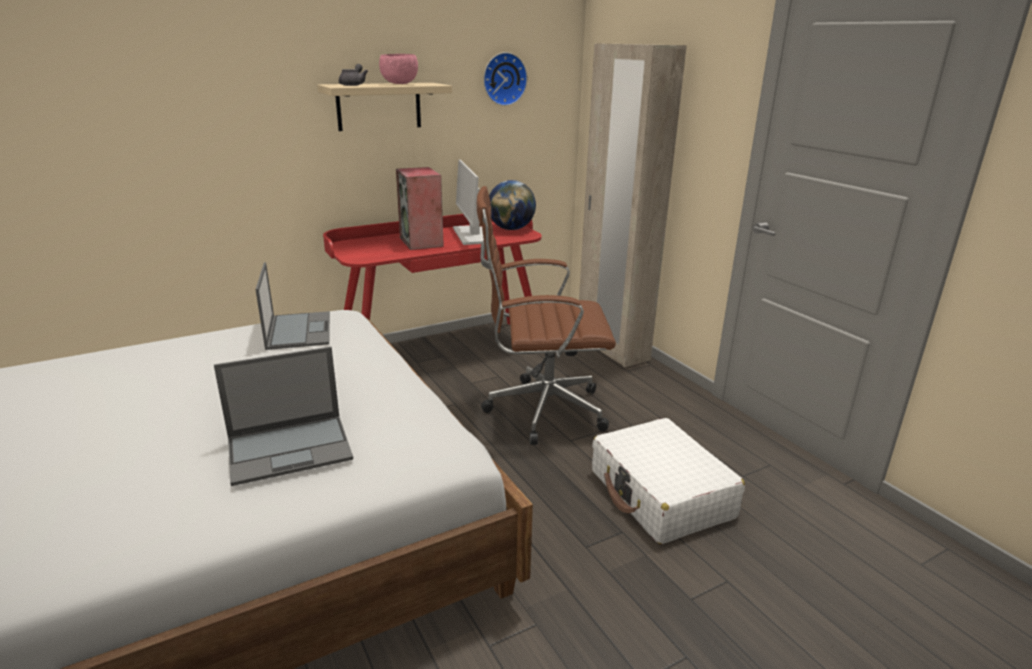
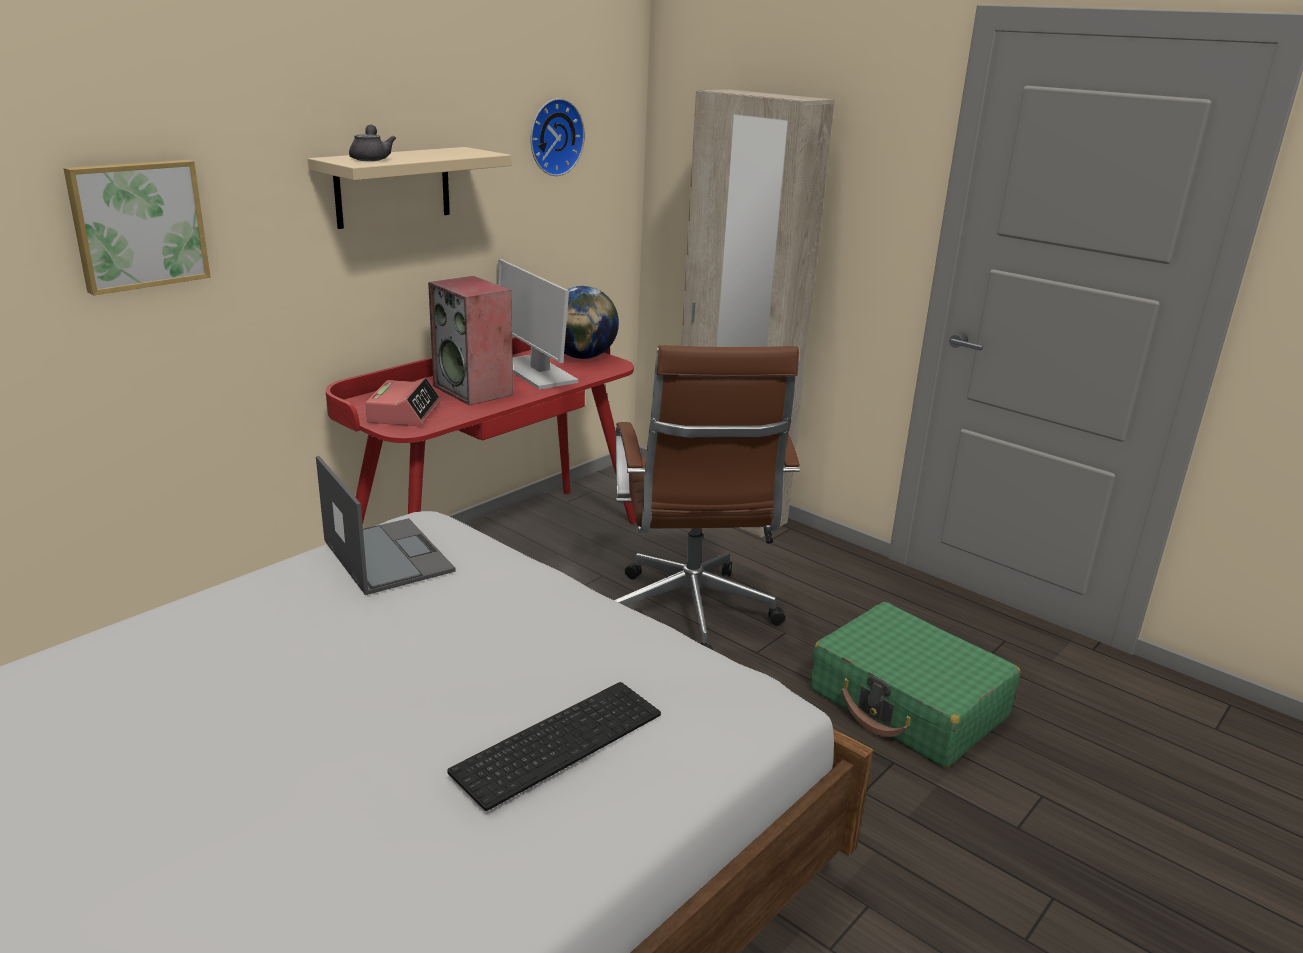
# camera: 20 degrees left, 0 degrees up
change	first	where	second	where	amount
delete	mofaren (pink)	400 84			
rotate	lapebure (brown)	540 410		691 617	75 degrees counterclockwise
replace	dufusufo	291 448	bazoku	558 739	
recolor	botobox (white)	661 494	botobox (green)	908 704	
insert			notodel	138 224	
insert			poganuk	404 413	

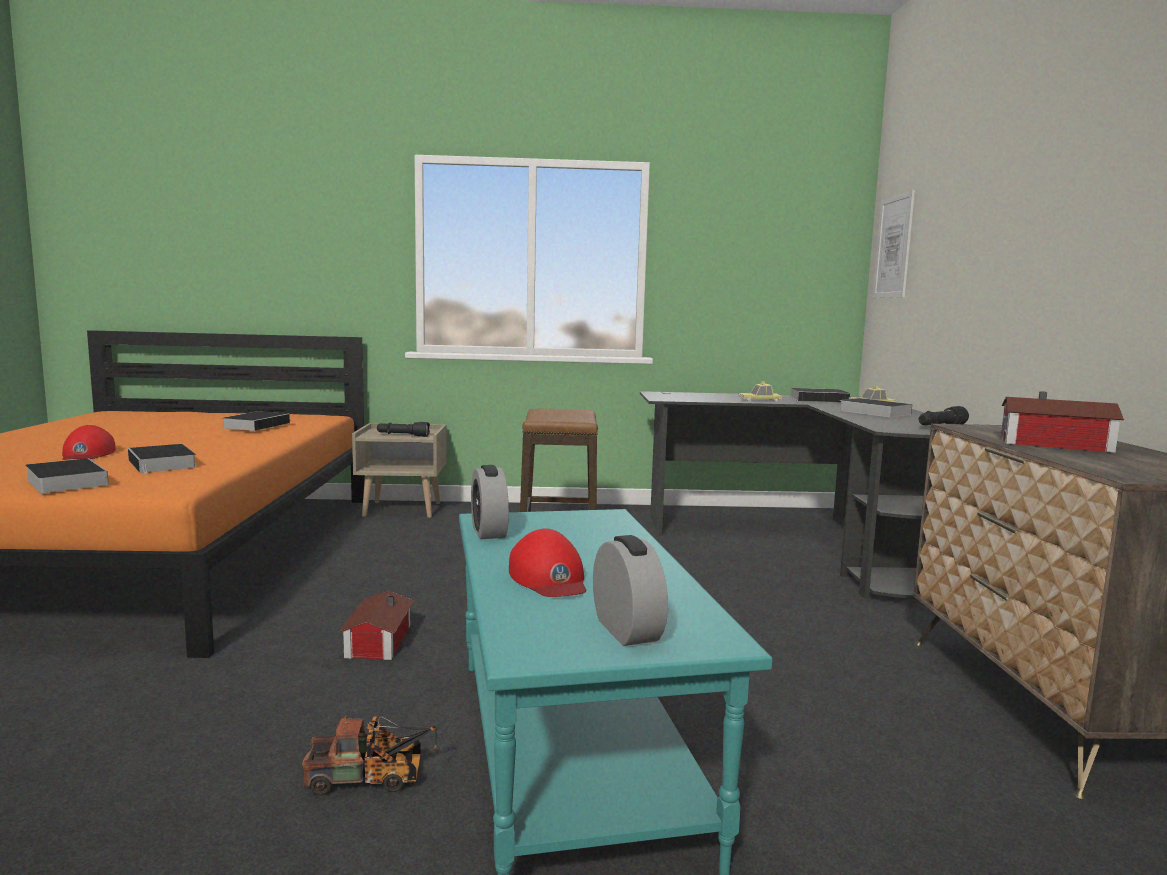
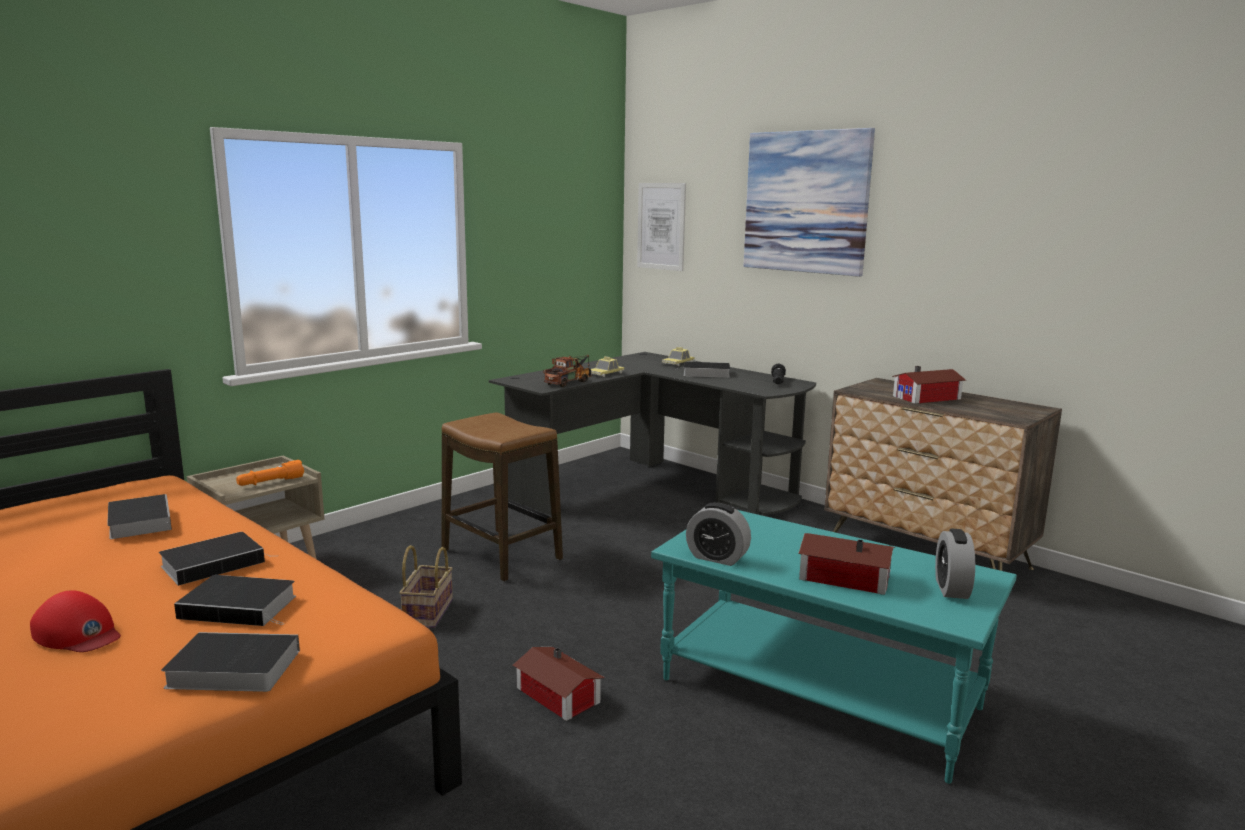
# camera: 45 degrees left, 5 degrees up
change	first	where	second	where	amount
move	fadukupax	820 399		215 563	
recolor	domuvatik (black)	403 435	domuvatik (orange)	270 482	
replace	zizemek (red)	549 578	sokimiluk	842 575	
rotate	poganuk	626 630		951 588	105 degrees counterclockwise
move	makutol	372 779		570 382	
insert			notodel	806 202	
insert			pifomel	427 611	

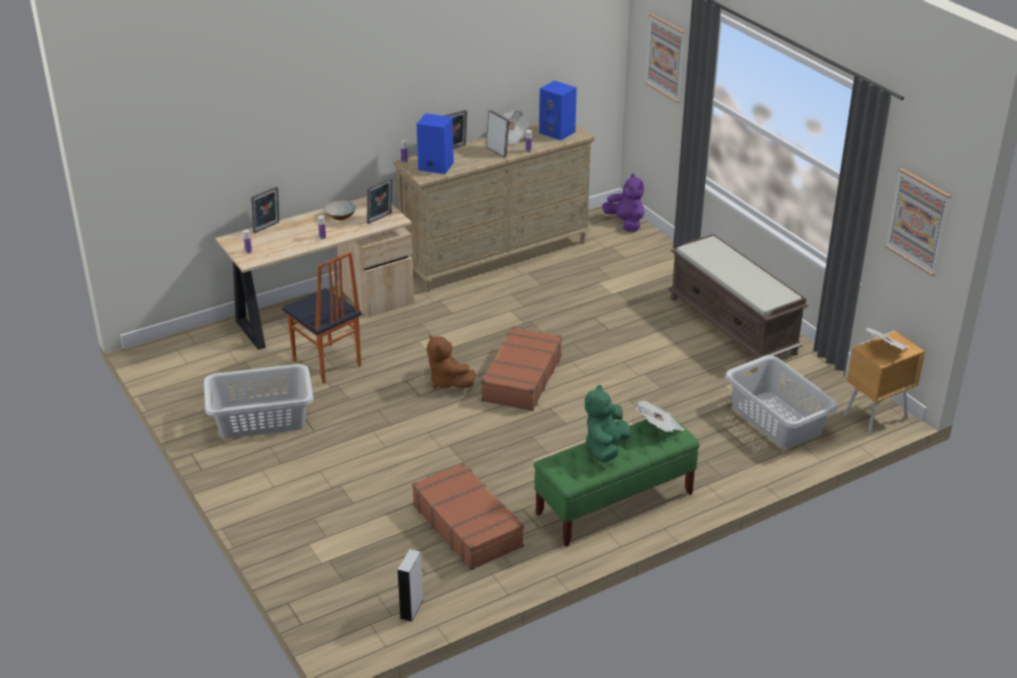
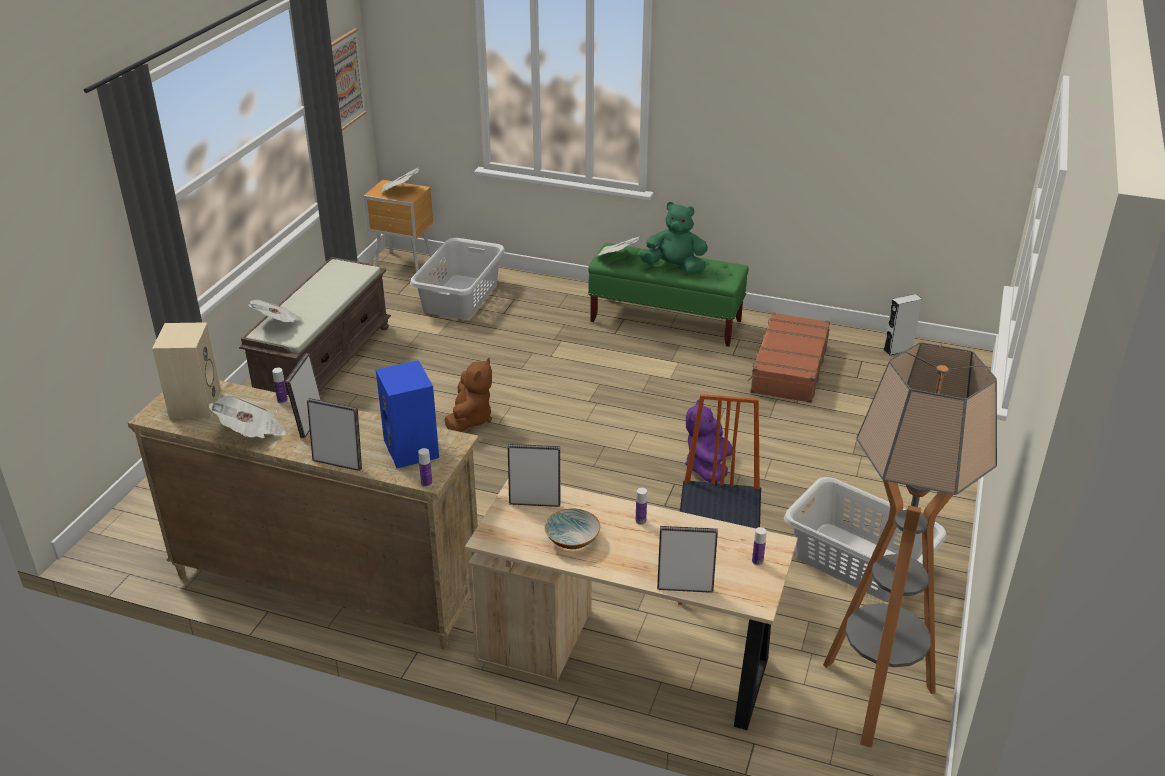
# camera: 130 degrees left, 0 degrees up
change	first	where	second	where	amount
delete	notodel	665 57			
recolor	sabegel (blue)	558 132	sabegel (beige)	194 404	
move	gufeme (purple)	625 223		708 468	
delete	botobox (brown)	521 378			
move	gufeme (brown)	447 382		470 419	
rotate	gufeme (green)	606 447		674 267	150 degrees counterclockwise
insert			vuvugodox	278 323	
insert			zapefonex	874 698	

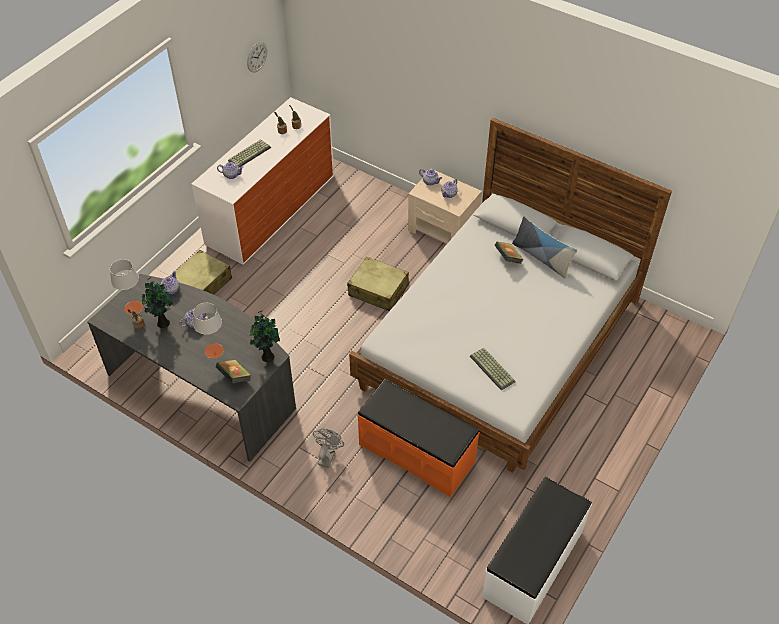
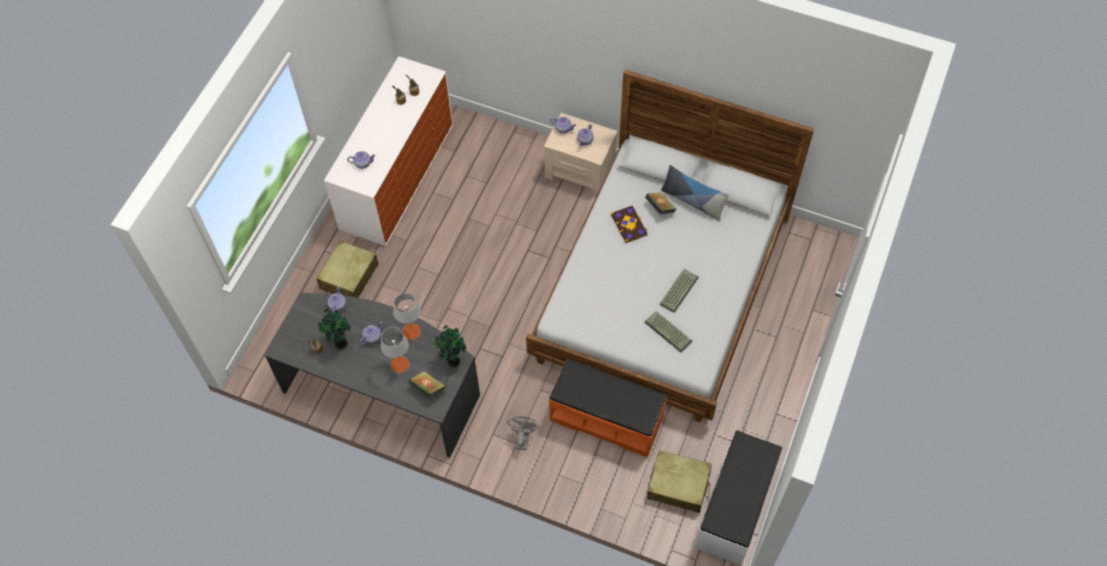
# camera: 10 degrees left, 10 degrees up
change	first	where	second	where	amount
delete	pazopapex	257 57			
move	bazoku	249 153		678 290	
move	botobox (beige)	378 290		678 485	
move	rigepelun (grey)	133 308		411 331	
insert			fadukupax	629 224	

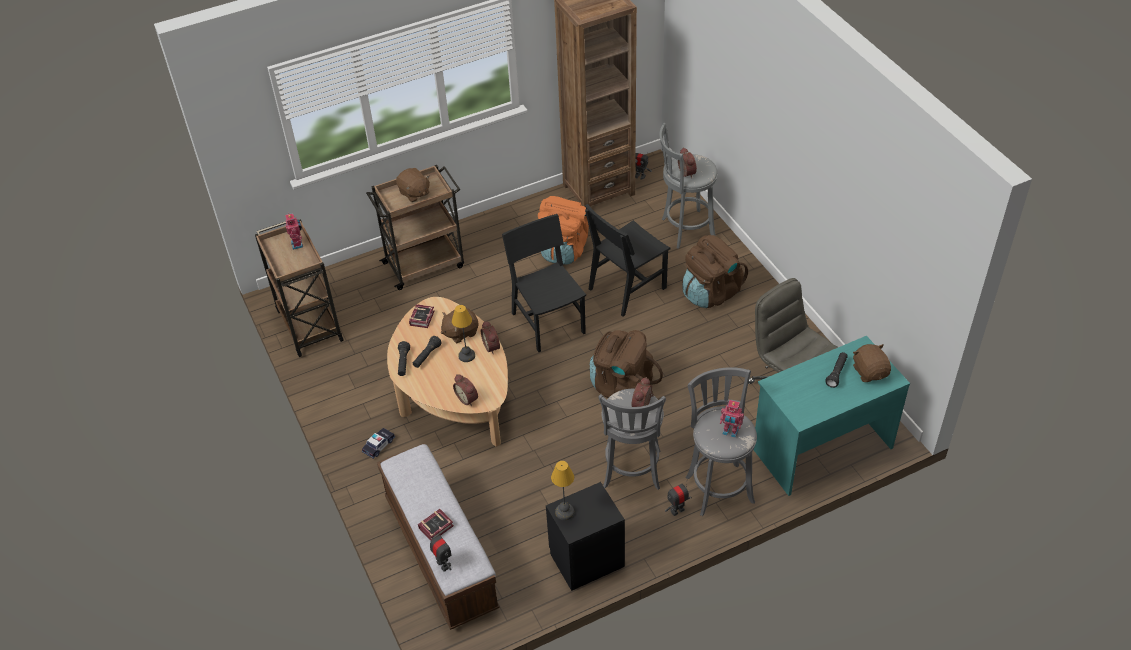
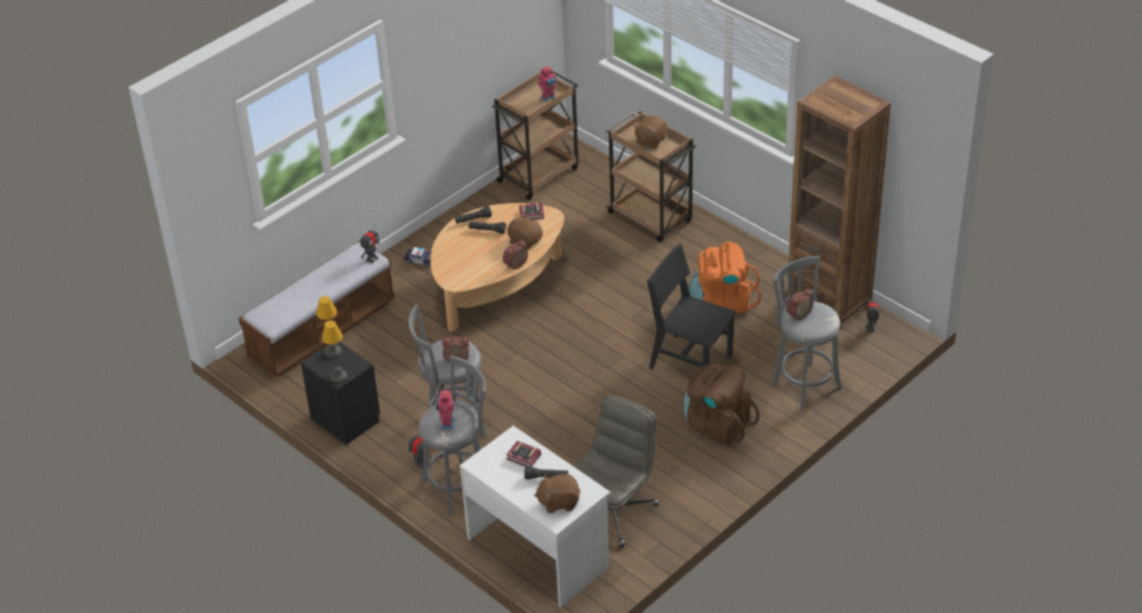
# camera: 70 degrees right, 5 degrees down
change	first	where	second	where	amount
delete	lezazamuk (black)	548 323			
move	rigepelun	466 355		338 376	
delete	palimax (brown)	622 386			
recolor	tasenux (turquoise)	821 447	tasenux (white)	538 551	
rotate	gufeme (brown)	870 372		559 502	150 degrees counterclockwise
delete	poganuk	468 398			
move	fadukupax	437 527		524 458	
move	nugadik	443 564		371 258	

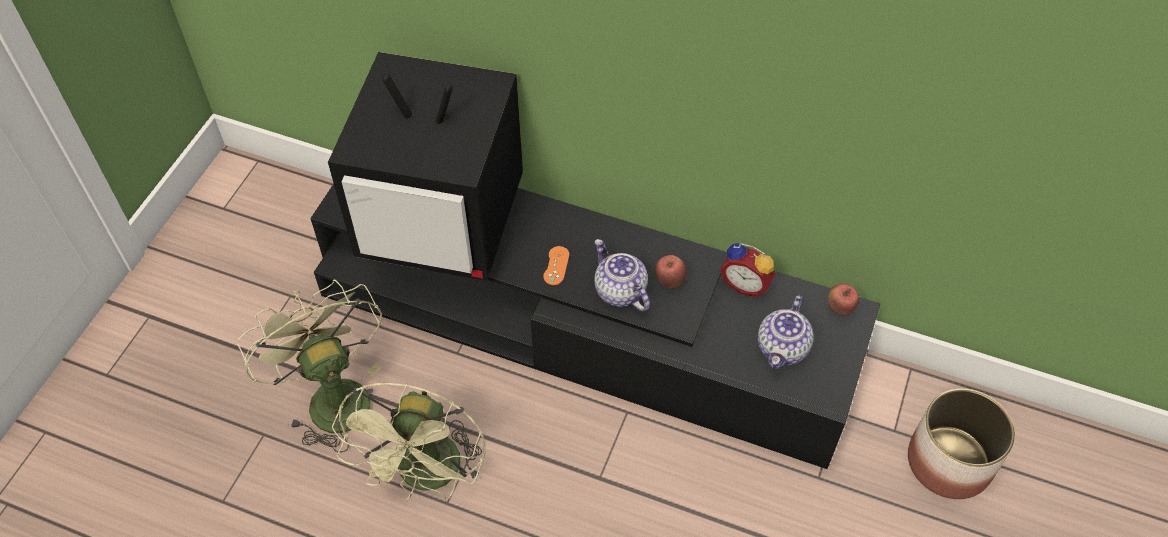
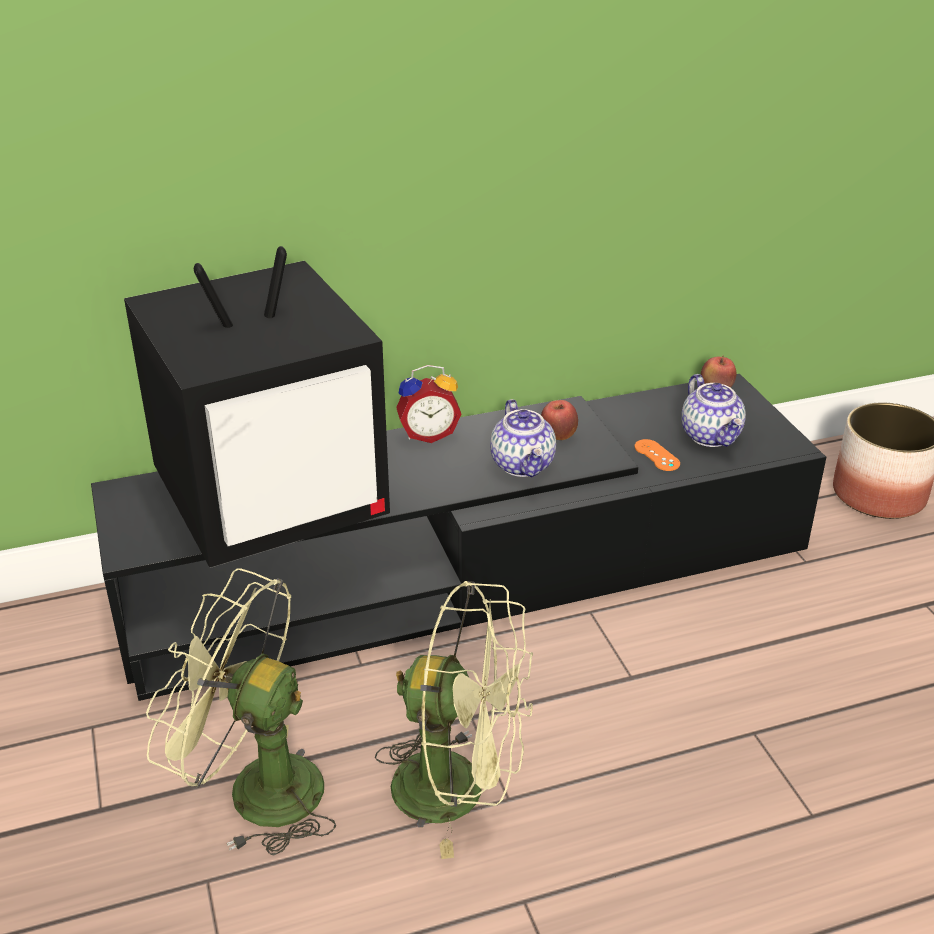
# camera: 40 degrees left, 20 degrees down
change	first	where	second	where	amount
rotate	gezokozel	619 291		523 465	120 degrees counterclockwise
move	poganuk	746 283		428 434	
move	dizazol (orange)	556 265		656 455	
rotate	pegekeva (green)	428 477		459 789	45 degrees counterclockwise

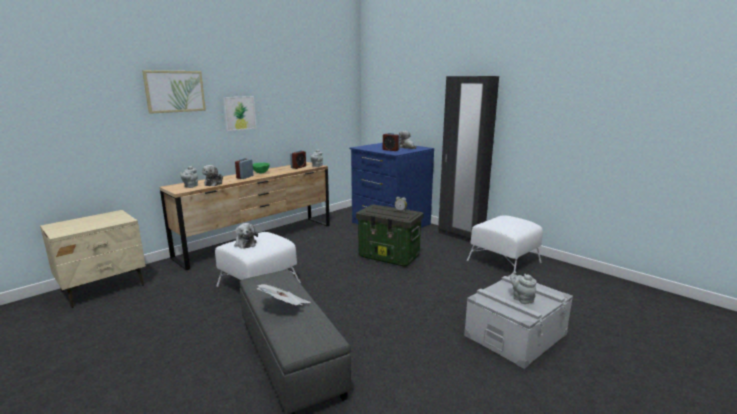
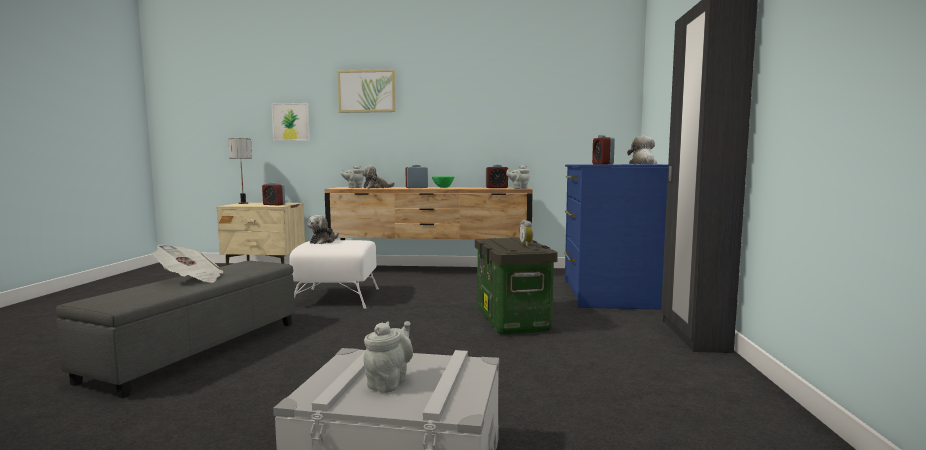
# camera: 50 degrees right, 10 degrees down
change	first	where	second	where	amount
move	notodel	239 113		291 122	
delete	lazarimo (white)	503 261			
insert			rigepelun	243 203	
insert			poganuk	274 204	

